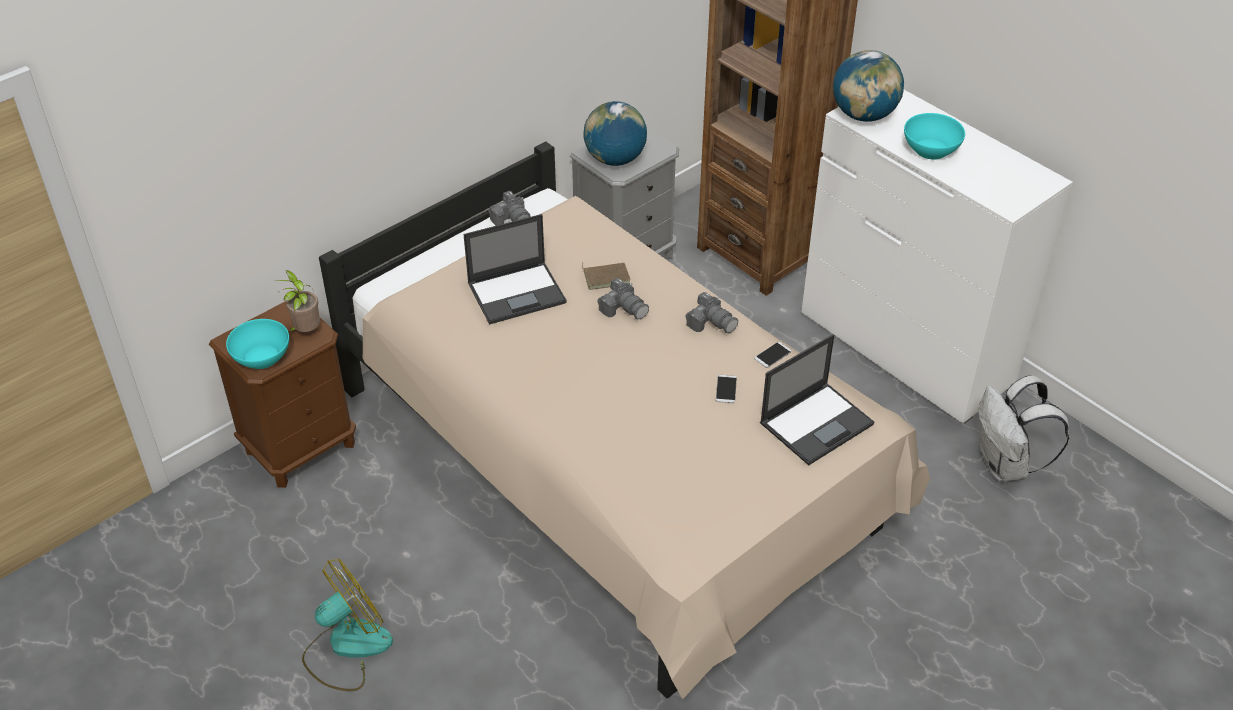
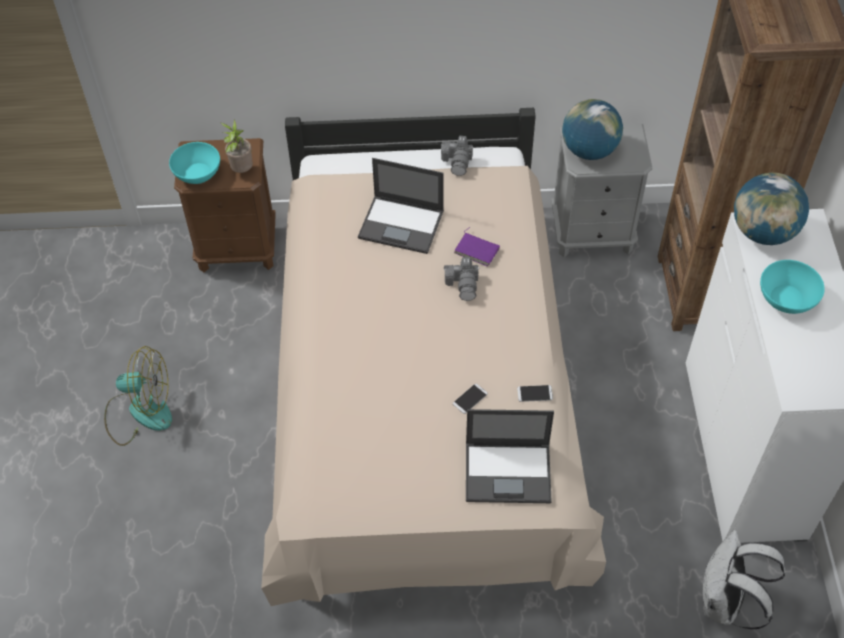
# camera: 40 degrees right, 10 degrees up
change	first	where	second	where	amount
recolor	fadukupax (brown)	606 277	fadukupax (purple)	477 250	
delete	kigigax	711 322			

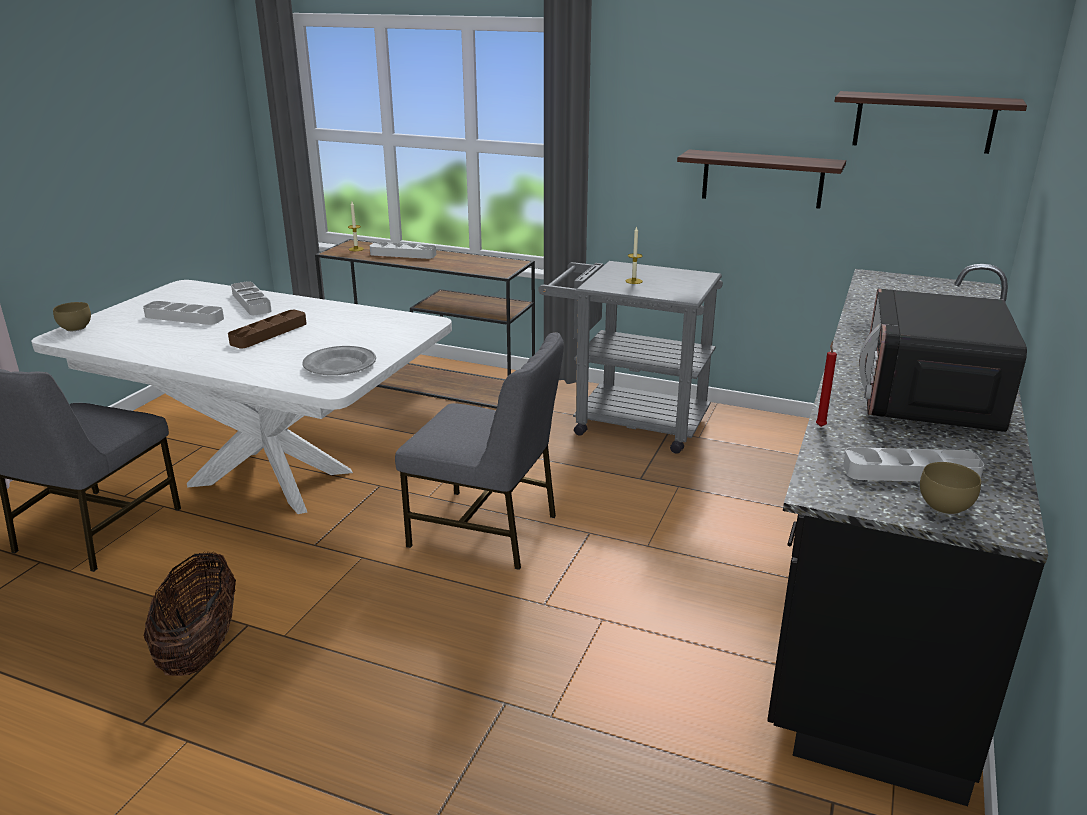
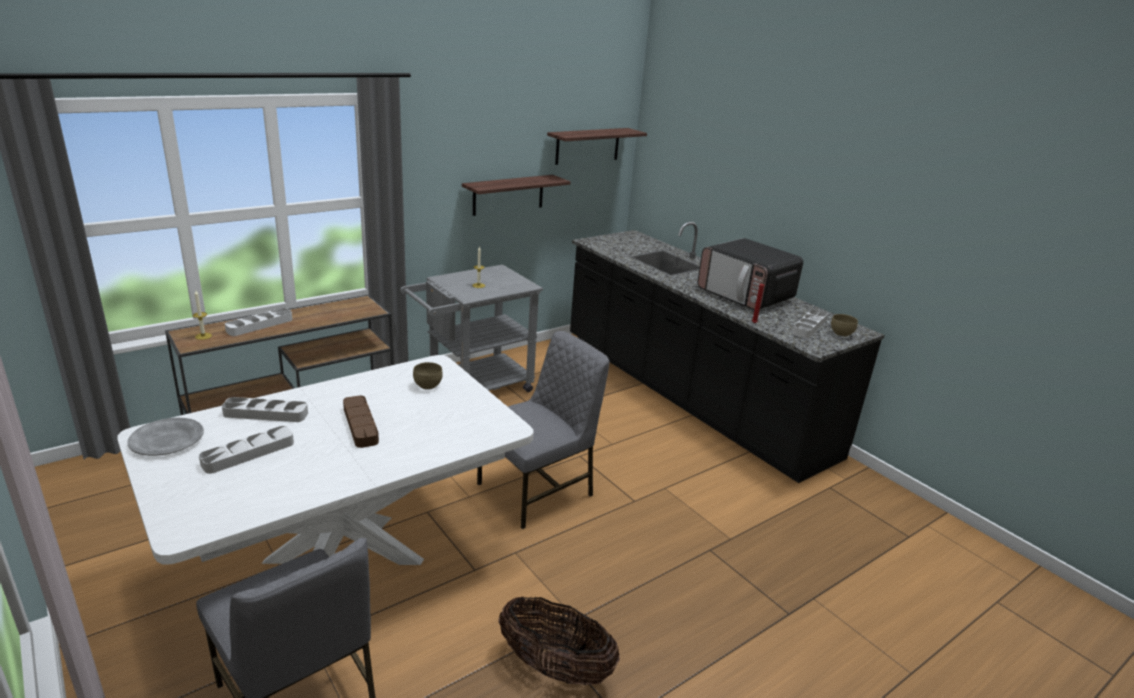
# camera: 60 degrees left, 0 degrees up
change	first	where	second	where	amount
move	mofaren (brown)	74 328		428 386	
move	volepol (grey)	340 365		167 440	

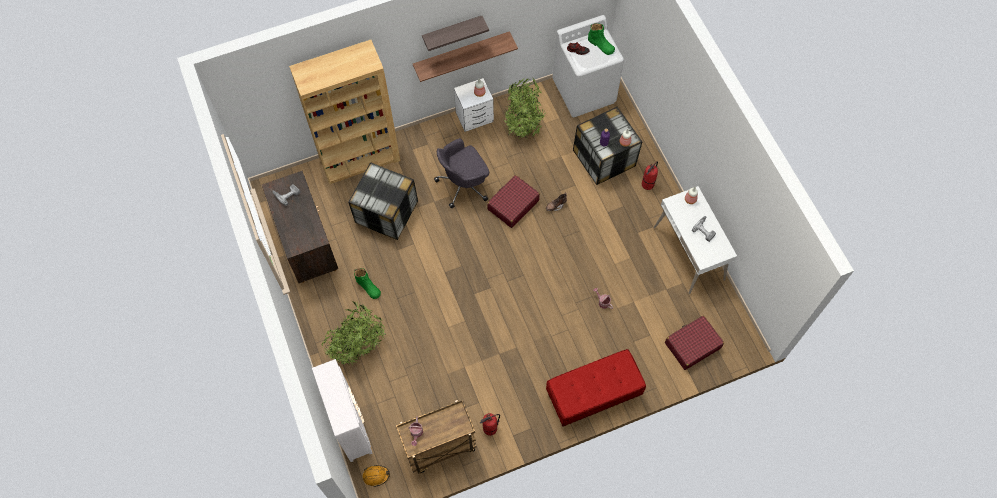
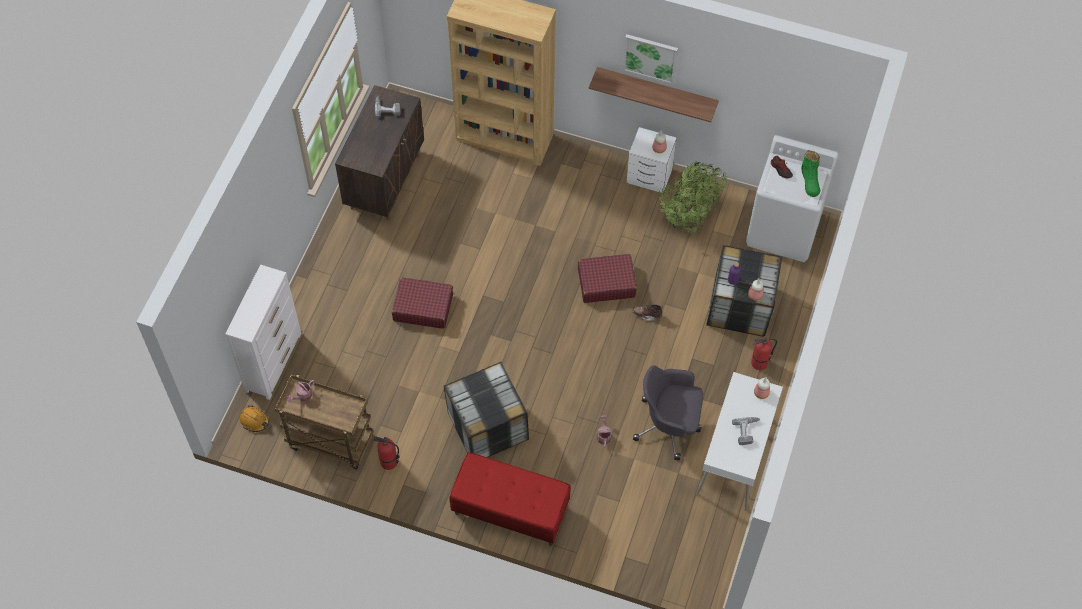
# camera: 40 degrees right, 5 degrees down
change	first	where	second	where	amount
replace	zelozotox	452 31	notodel	650 58	
move	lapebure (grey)	464 184		669 425	
move	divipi	386 212		487 426	
delete	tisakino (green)	368 287			
delete	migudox	358 347			
move	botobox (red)	692 345		423 307	

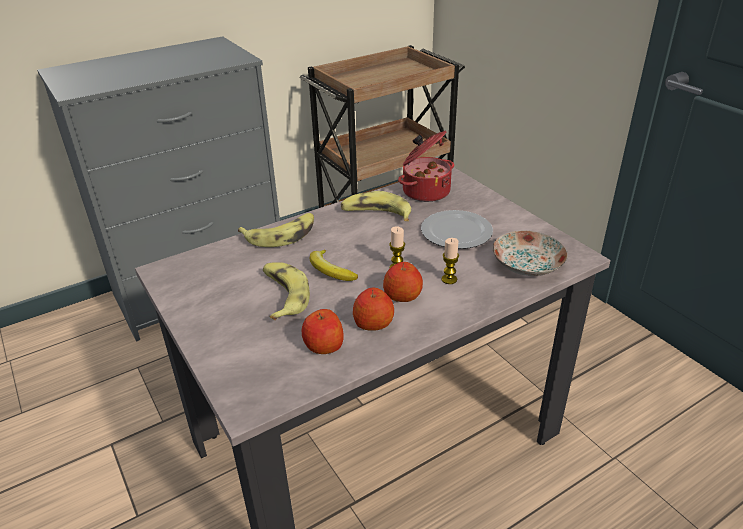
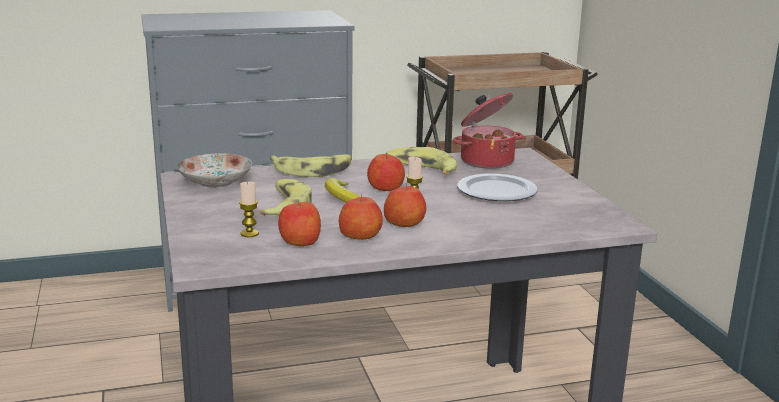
# camera: 15 degrees right, 15 degrees down
change	first	where	second	where	amount
move	volepol	526 265		215 182	
move	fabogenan	449 279		249 233	
insert			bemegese	386 188	

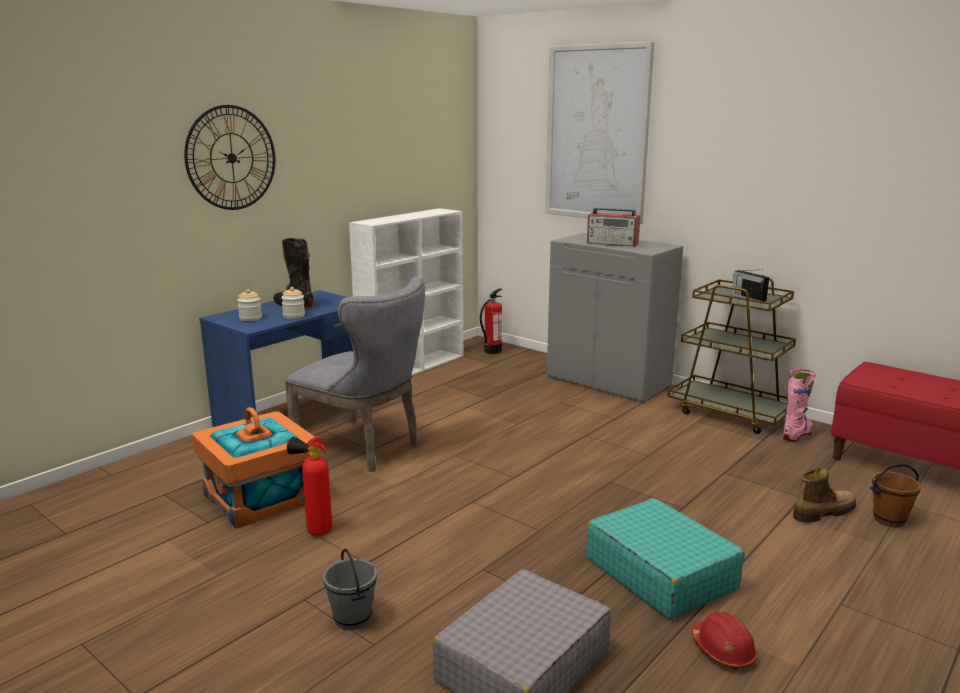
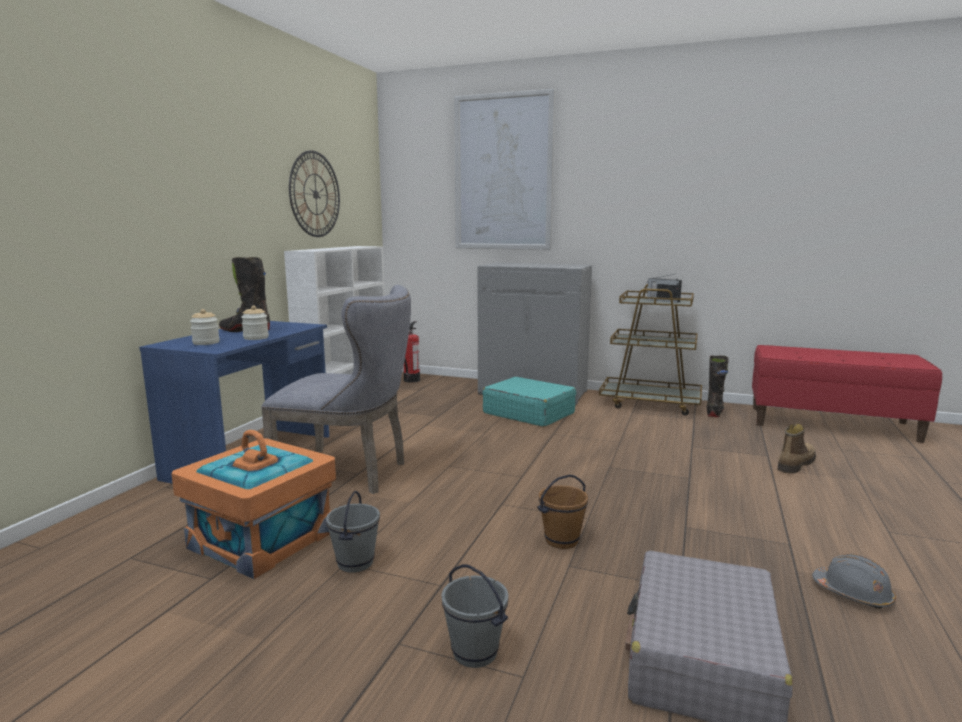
# camera: 20 degrees left, 5 degrees down
change	first	where	second	where	amount
move	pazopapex	231 158		315 194	
delete	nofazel	613 244			
recolor	tisakino (pink)	797 435	tisakino (black)	714 412	
replace	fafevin	314 531	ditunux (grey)	354 563	
move	ditunux (brown)	888 519		561 540	
move	botobox (turquoise)	660 573		528 413	
recolor	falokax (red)	723 650	falokax (grey)	853 593	

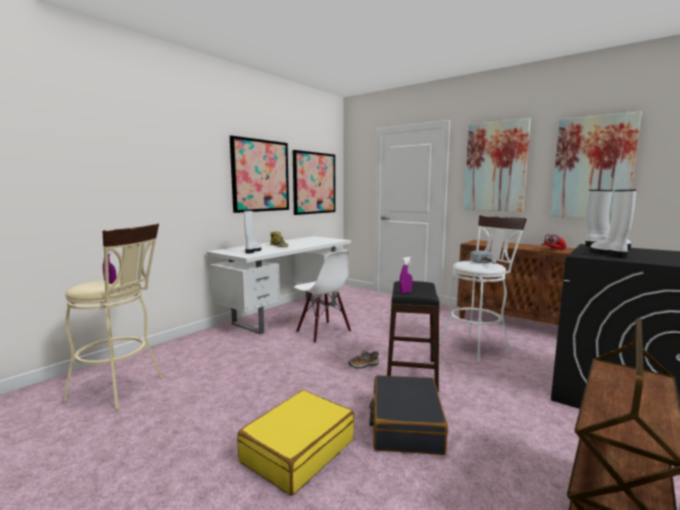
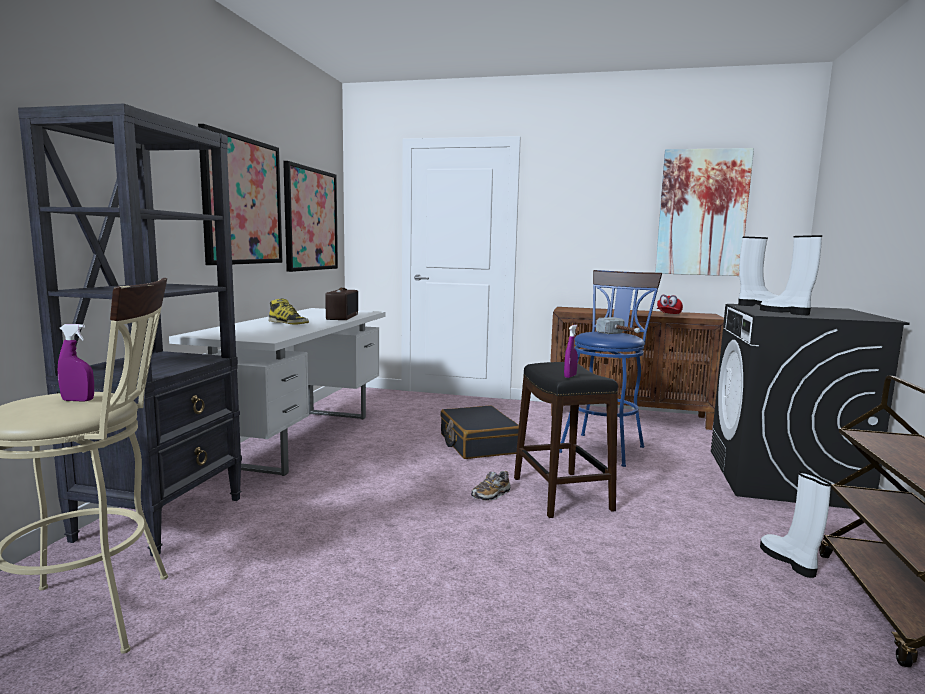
# camera: 25 degrees left, 0 degrees up
change	first	where	second	where	amount
delete	notodel	495 167			
move	tisakino (white)	253 251		789 561	
recolor	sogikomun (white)	477 345	sogikomun (blue)	604 447	
delete	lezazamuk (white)	323 332			
move	botobox (black)	405 425		478 444	
delete	botobox (yellow)	298 450			
insert			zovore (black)	162 518	
insert			nofazel	342 317	

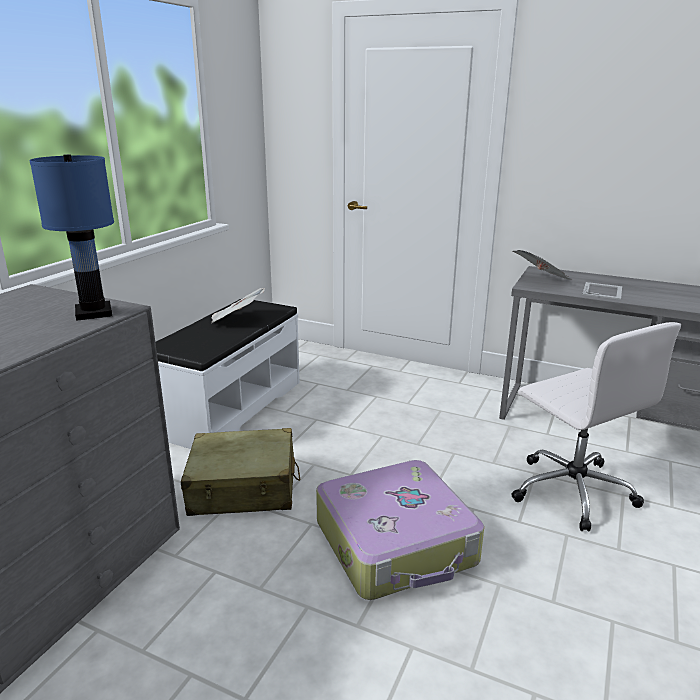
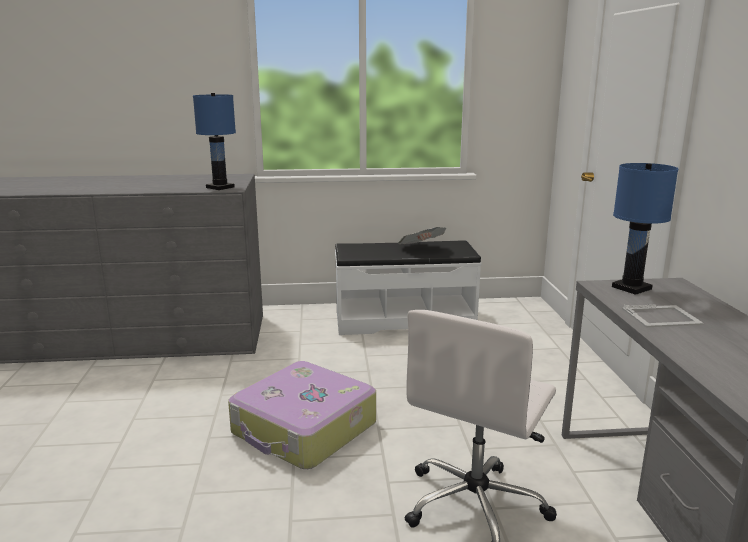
# camera: 60 degrees right, 5 degrees down
change	first	where	second	where	amount
replace	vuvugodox	541 281	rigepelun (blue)	632 288	
delete	botobox (beige)	243 488			

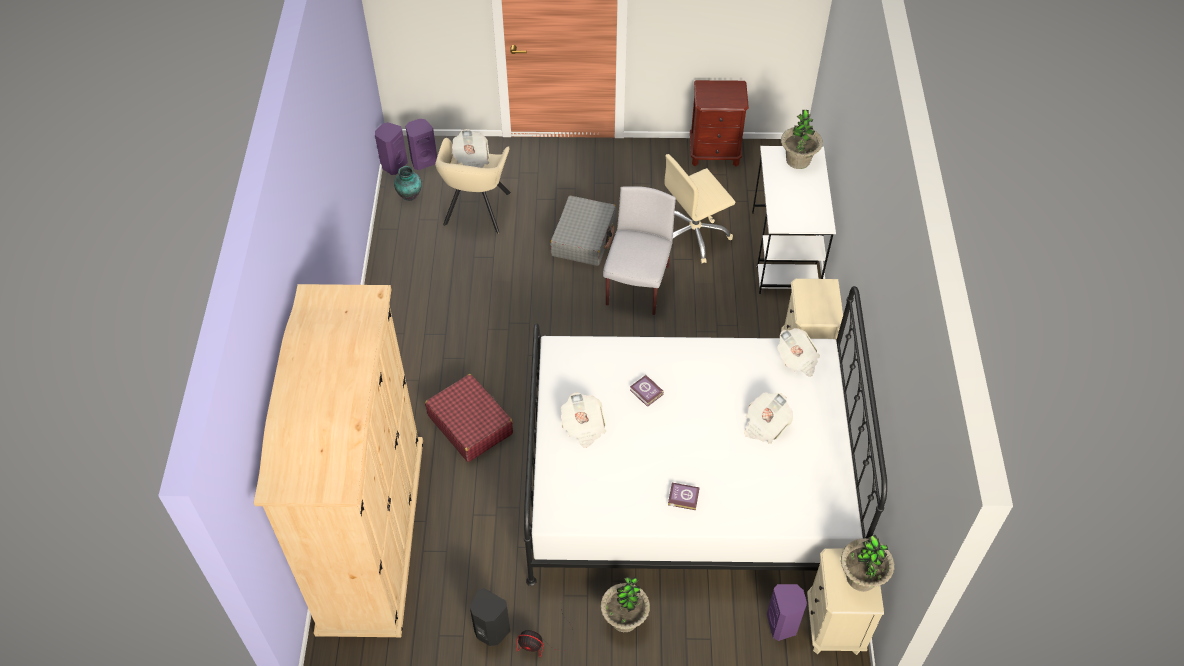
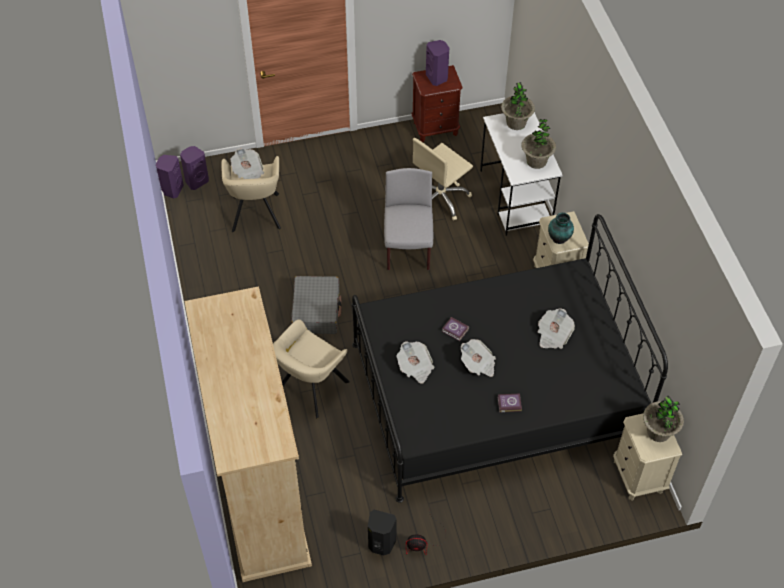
# camera: 15 degrees left, 0 degrees up
change	first	where	second	where	amount
move	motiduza	410 196		559 239	
move	botobox (grey)	584 238		316 311	
recolor	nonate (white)	686 479	nonate (black)	494 392	
move	vuvugodox	797 359		478 364	
replace	botobox (red)	470 424	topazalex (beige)	310 388	
move	migudox	624 619		536 161	
move	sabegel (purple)	783 624		437 78	

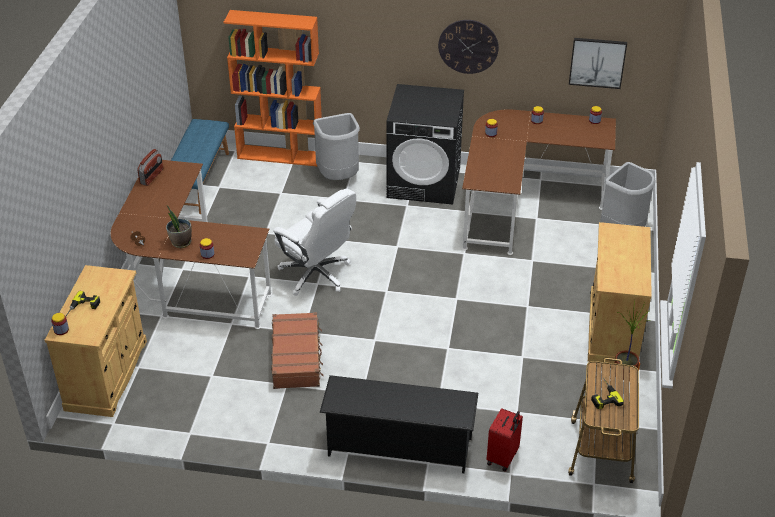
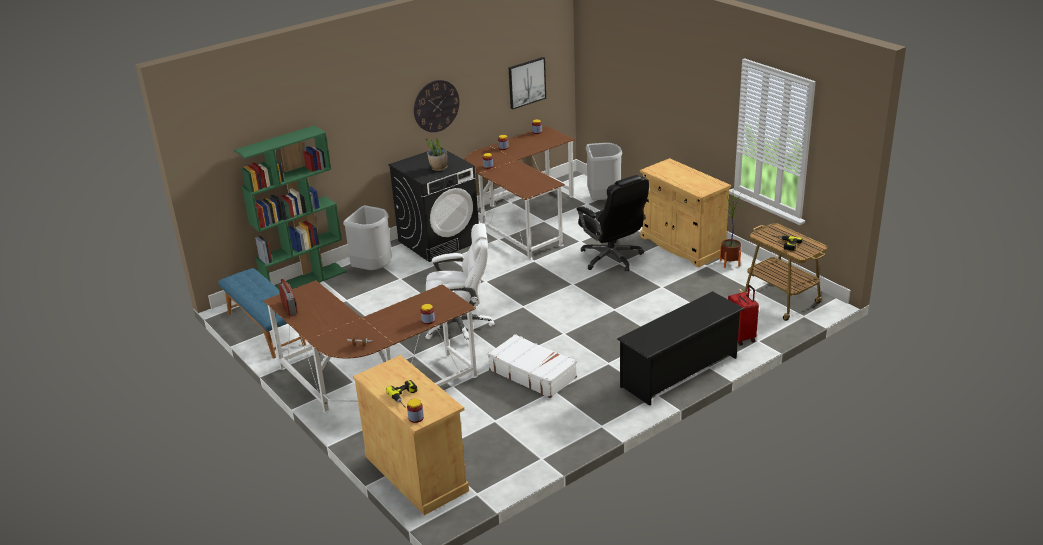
# camera: 45 degrees left, 10 degrees down
change	first	where	second	where	amount
recolor	zovore (orange)	281 155	zovore (green)	305 281	
move	migudox	181 242		438 168	
recolor	botobox (brown)	297 357	botobox (white)	532 373	
insert			lapebure (black)	612 258	

